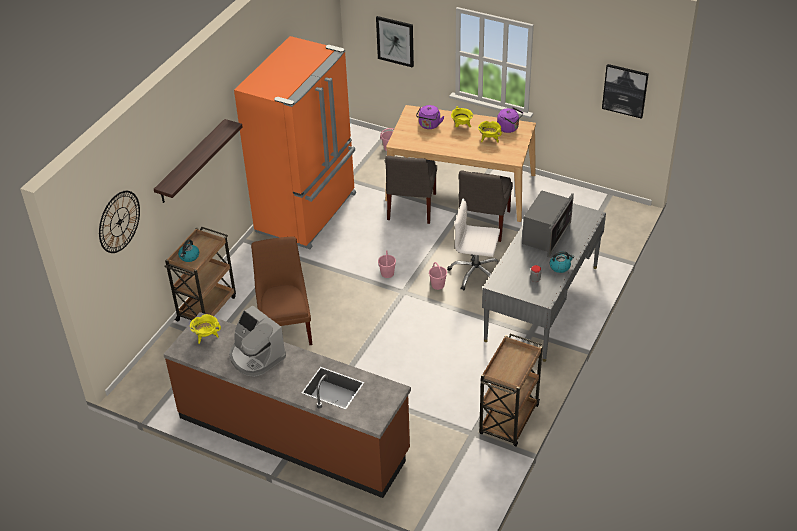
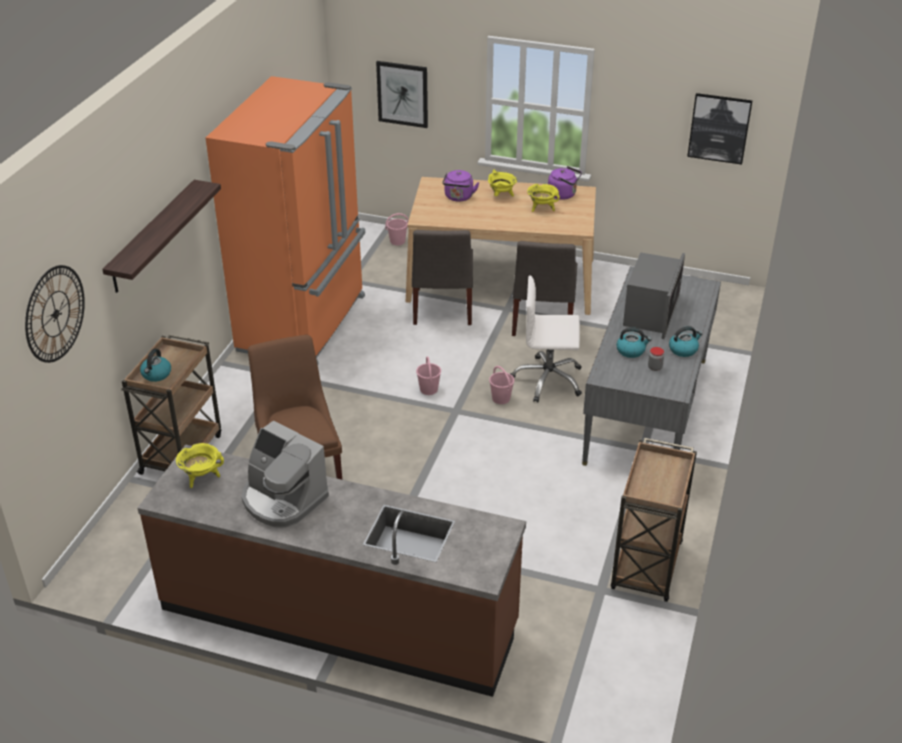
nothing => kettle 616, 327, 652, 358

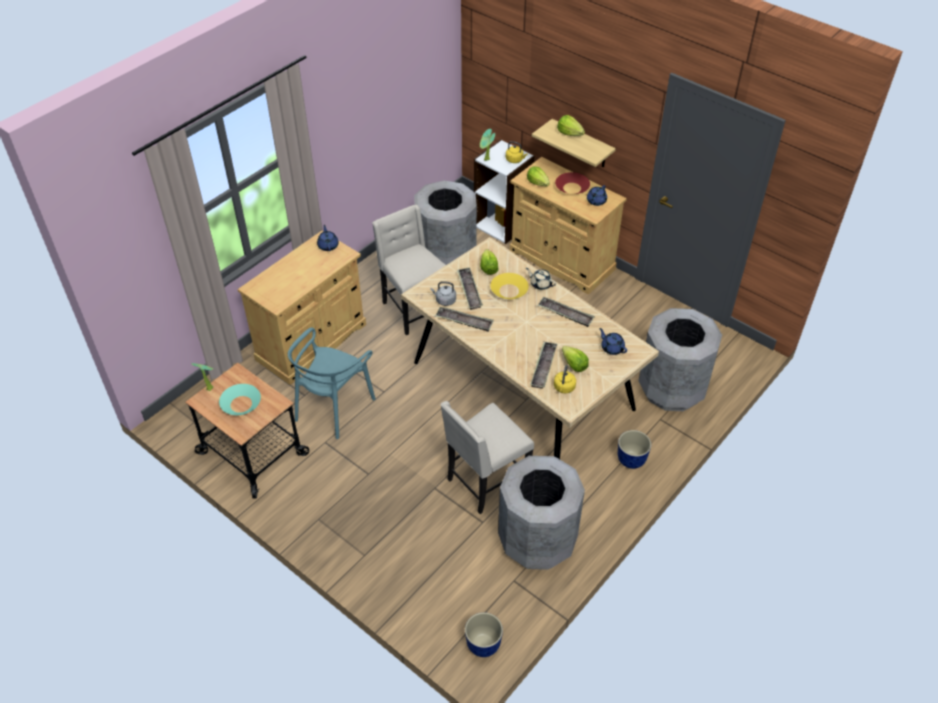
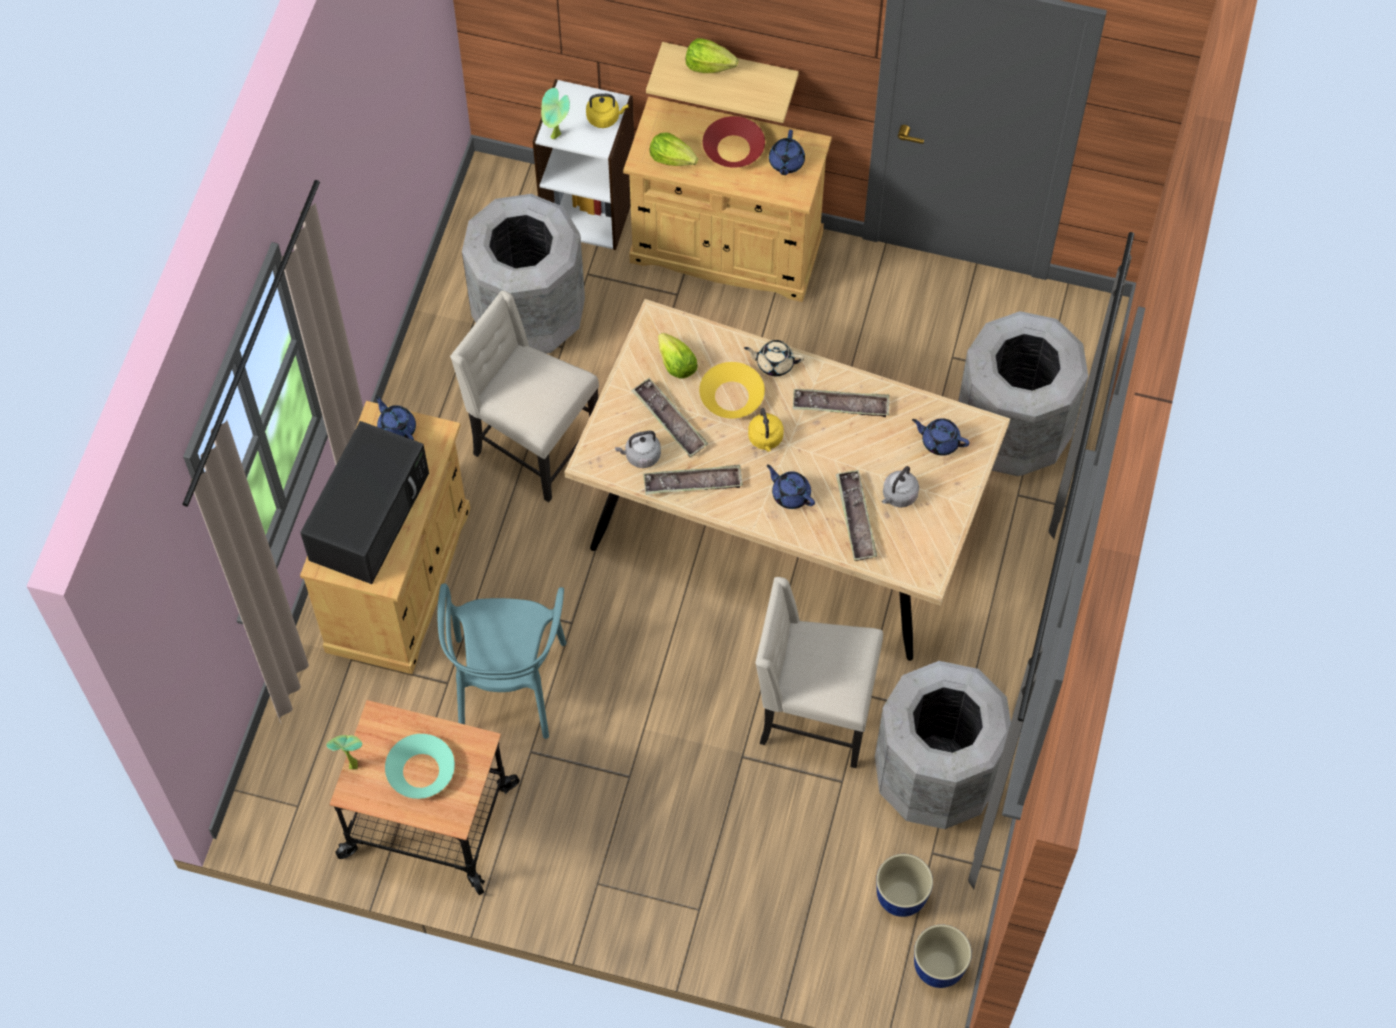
nothing => microwave (black) 300, 421, 429, 584
kettle (yellow-coloured) 554, 365, 576, 393 => kettle (yellow-coloured) 748, 408, 784, 452, move
plain chair (beige-coloured) 440, 401, 534, 514 => plain chair (beige-coloured) 755, 577, 883, 768, 75 degrees clockwise
nothing => tea pot (blue-coloured) 767, 464, 815, 509
flower pot 618, 430, 651, 469 => flower pot 876, 854, 933, 917, move
lettuce 562, 346, 589, 372 => kettle (grey) 882, 466, 919, 507

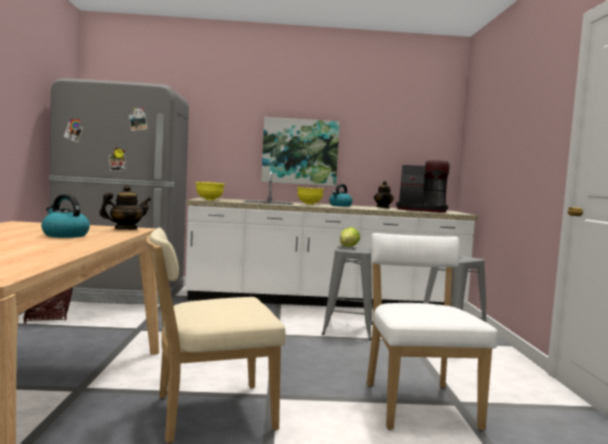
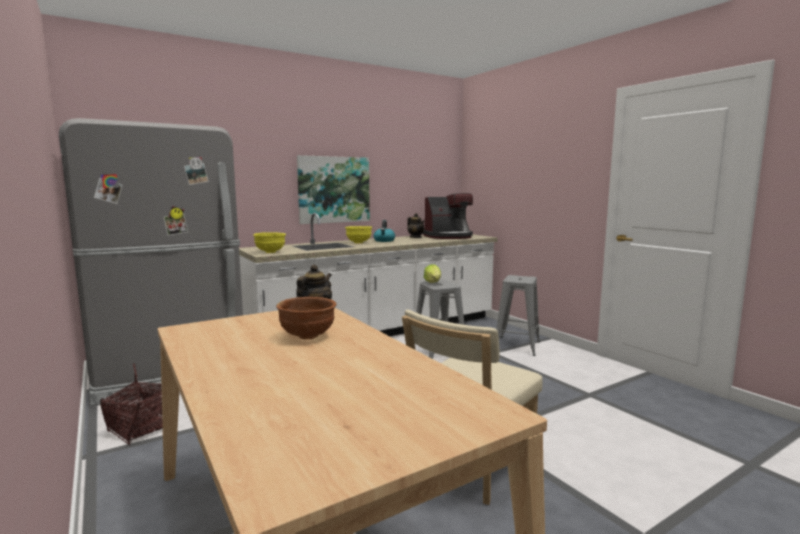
kettle 41, 194, 90, 238 => bowl (brown) 276, 297, 336, 340
plain chair (whitish) 367, 233, 498, 431 => nothing

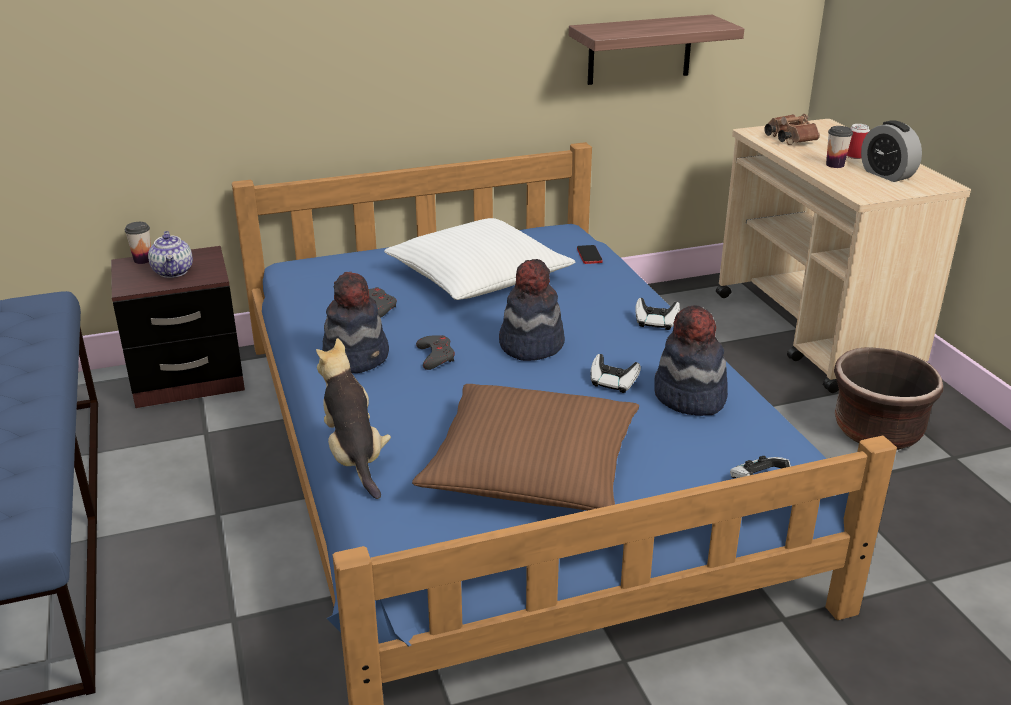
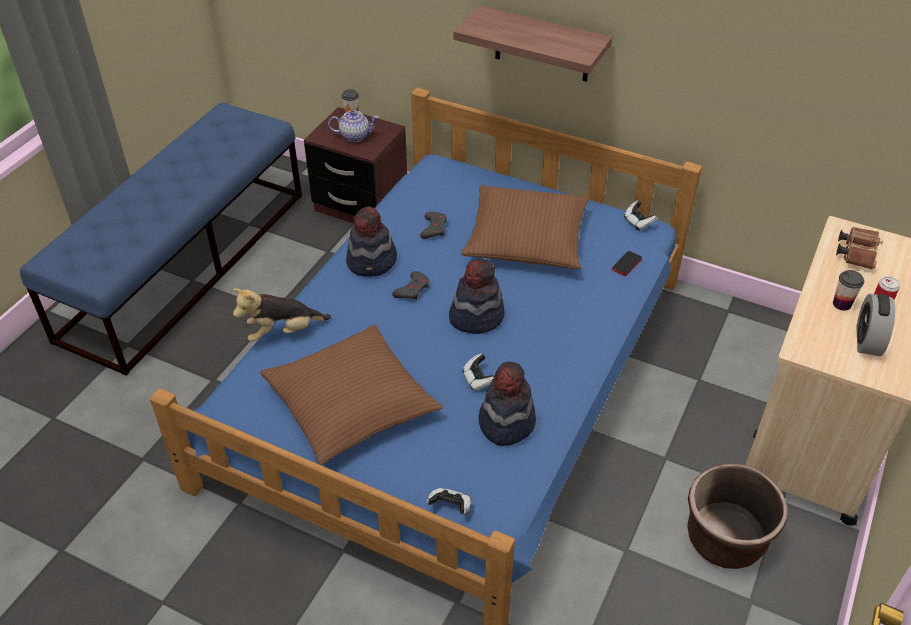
cuddly toy 316, 338, 391, 499 => cuddly toy 233, 288, 331, 342, 135 degrees counterclockwise
tea pot 148, 231, 193, 278 => tea pot 328, 110, 379, 142, 120 degrees counterclockwise
shelf 569, 15, 744, 85 => shelf 453, 5, 612, 82, move
pillow (whitish) 384, 218, 575, 300 => pillow (brown) 461, 185, 590, 269
game controller 635, 298, 680, 330 => game controller 624, 200, 657, 231, move

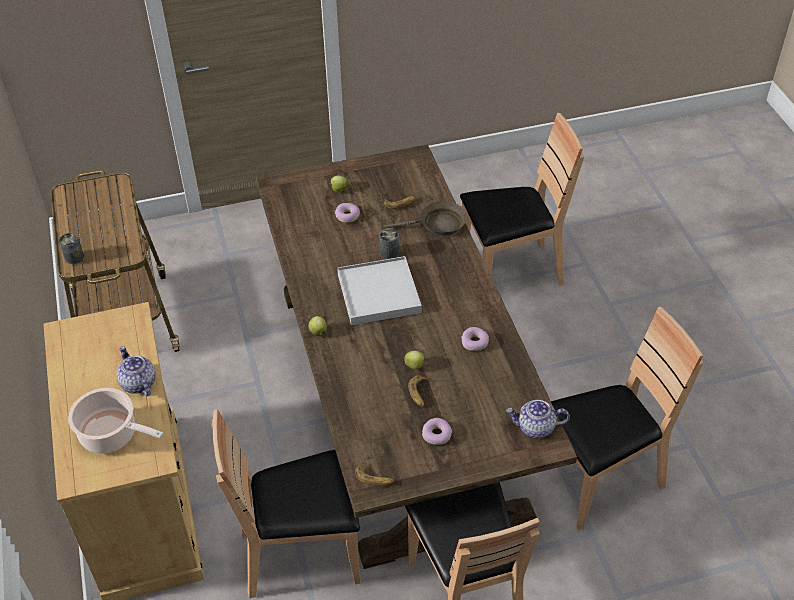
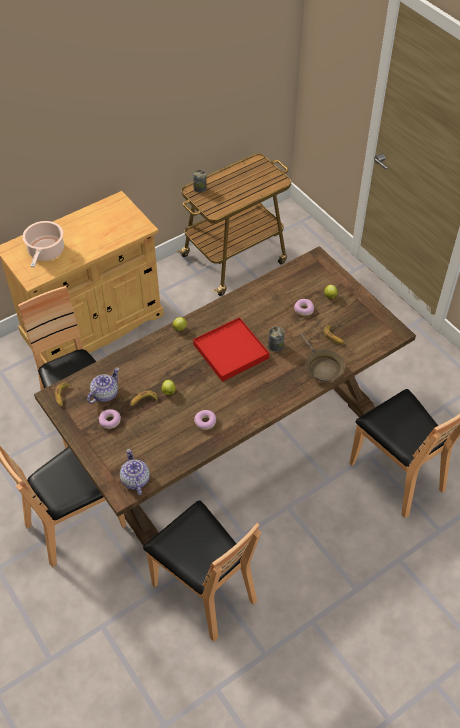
tea pot 117, 346, 156, 396 => tea pot 87, 368, 119, 404, move
carrying tray (whitish) 337, 256, 421, 325 => carrying tray (red-coloured) 193, 317, 269, 382

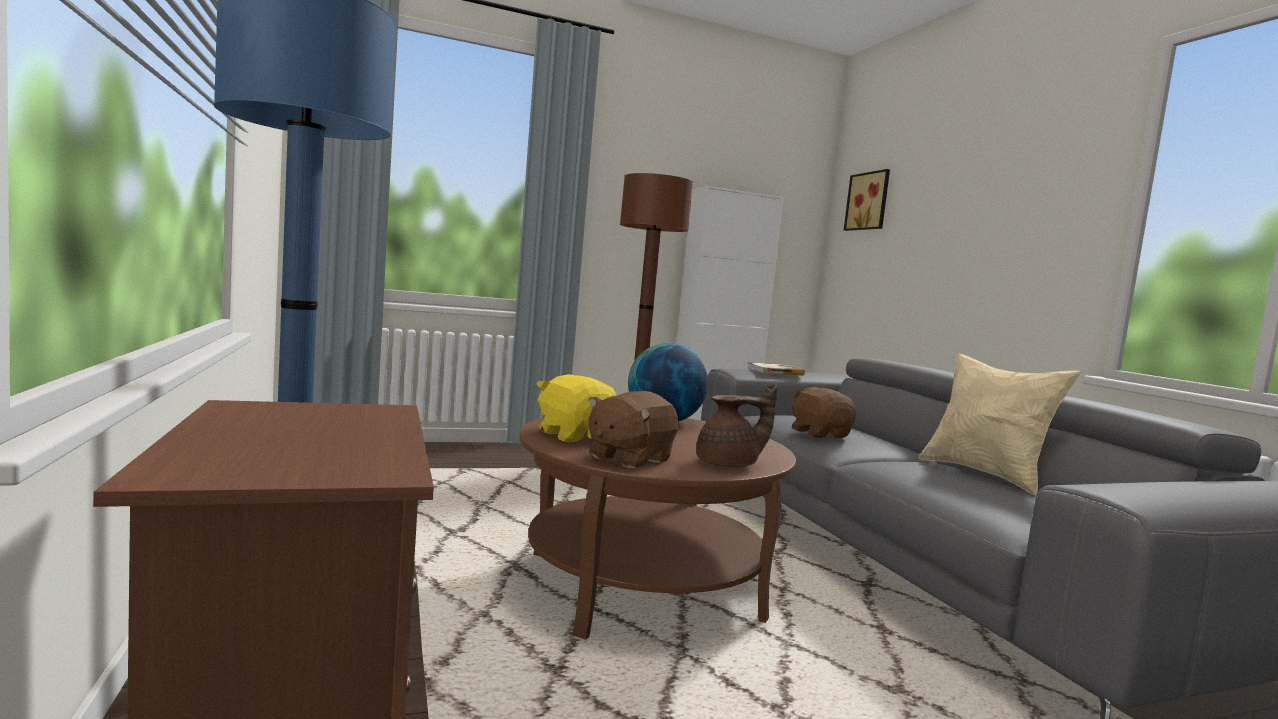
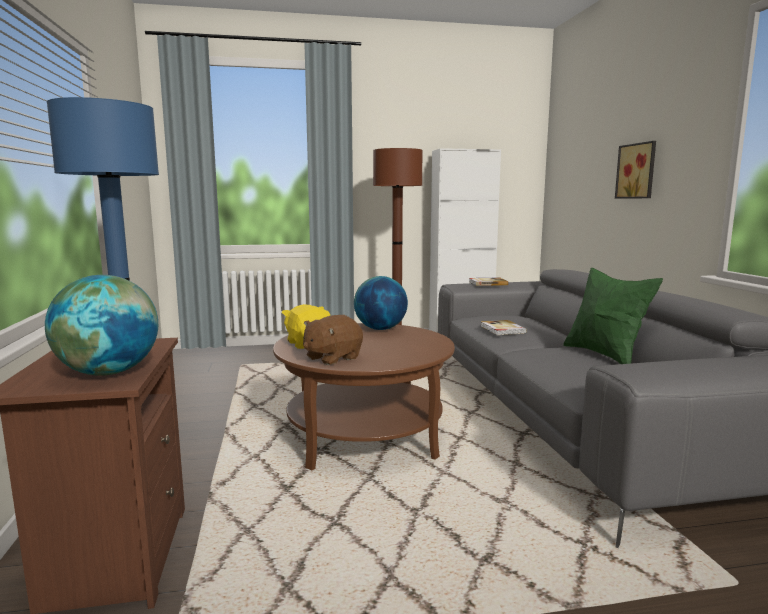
nothing => world globe 45, 275, 158, 376
cuddly toy (brown) 791, 387, 856, 438 => book 481, 320, 527, 335
pillow (beige-coloured) 919, 353, 1081, 495 => pillow (greenish) 563, 268, 663, 364
wall picture 844, 169, 890, 231 => wall picture 615, 141, 656, 198, move
tea pot (brown) 696, 384, 777, 468 => nothing

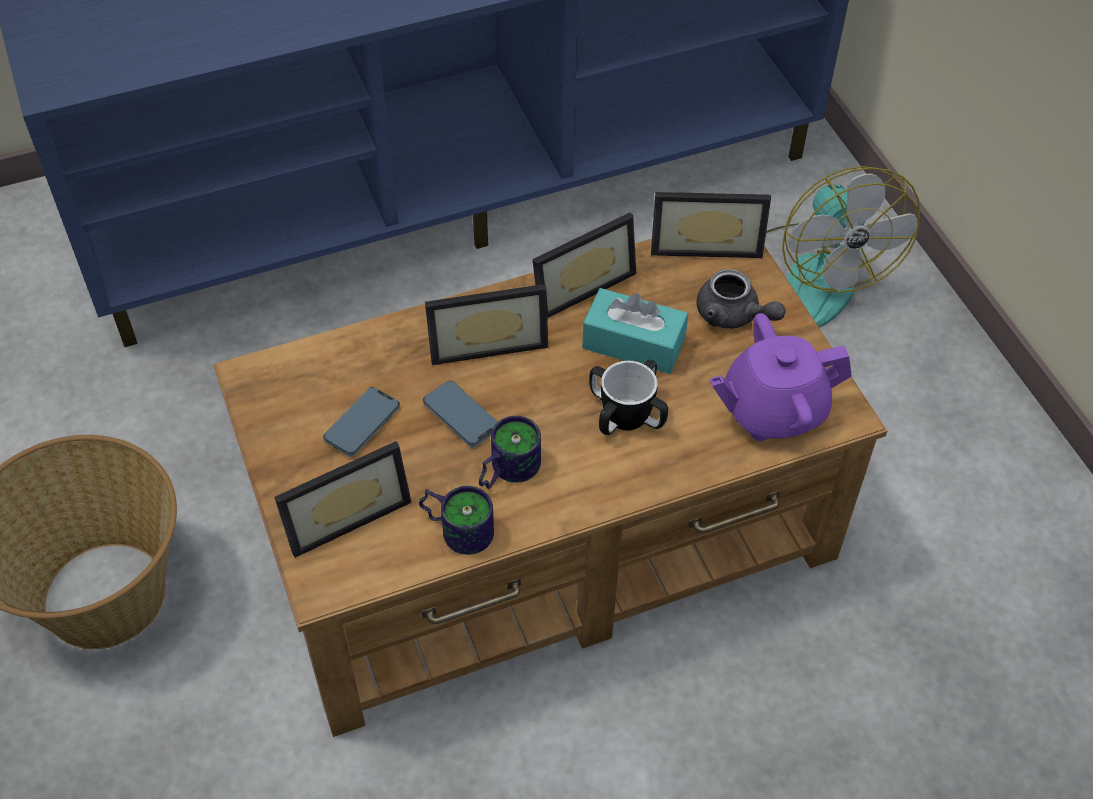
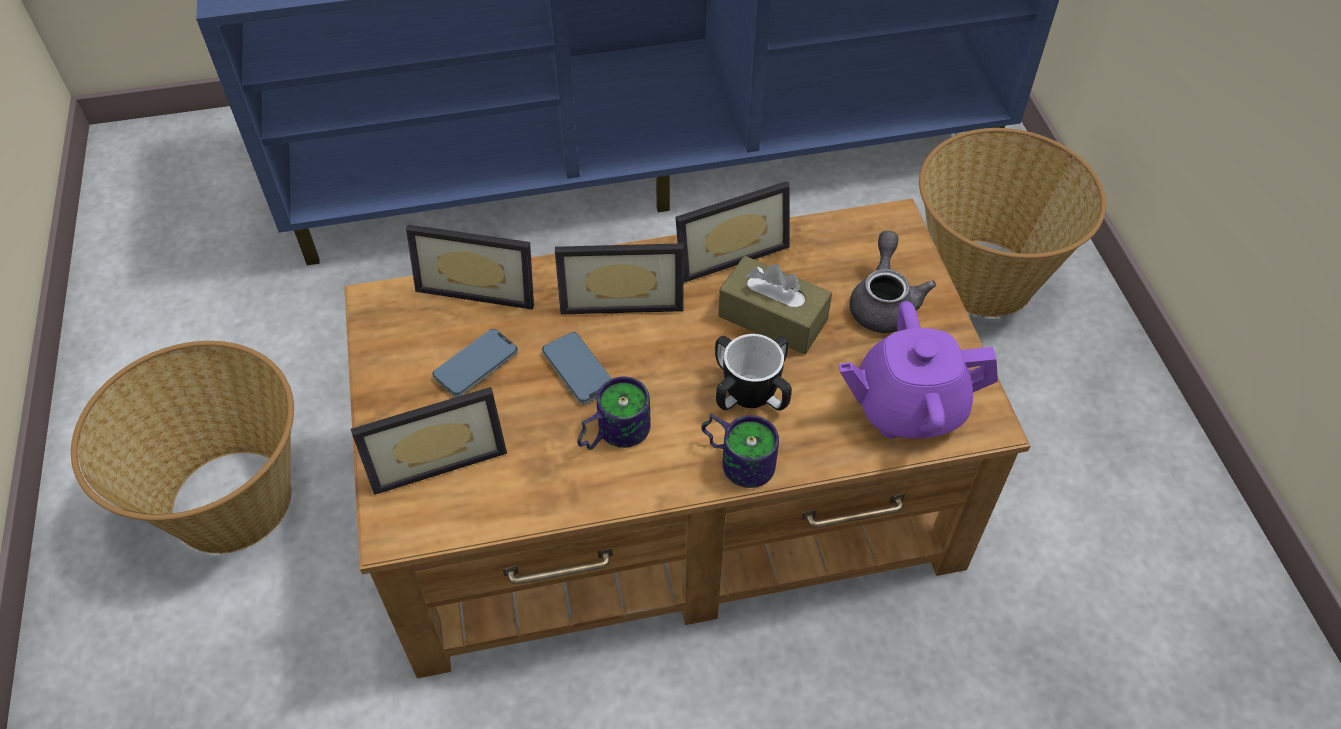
standing frame 651, 192, 771, 258 => standing frame 406, 224, 534, 310, move
mug 419, 486, 494, 555 => mug 701, 413, 779, 488, move
tissue holder (turquoise-coloured) 582, 288, 688, 374 => tissue holder (brown) 718, 256, 832, 354
tea pot (grey) 696, 269, 786, 329 => tea pot (grey) 849, 231, 936, 333, 135 degrees counterclockwise
fan 766, 166, 920, 327 => household basket 919, 128, 1106, 317

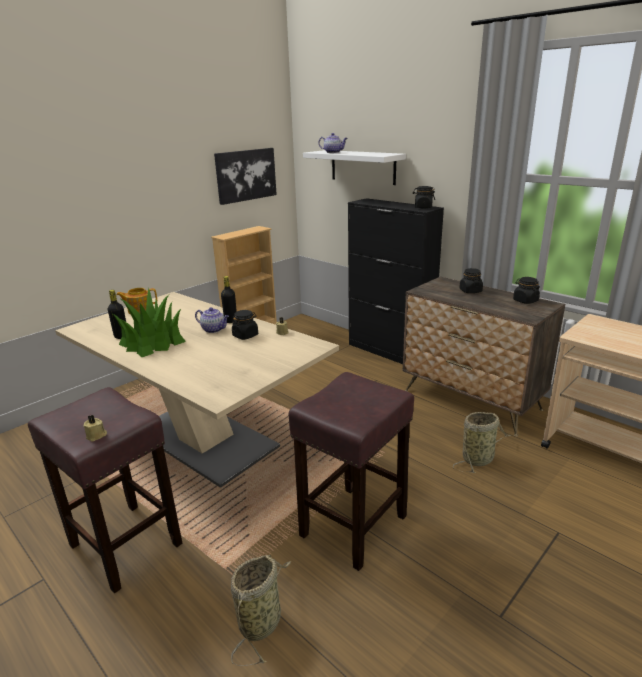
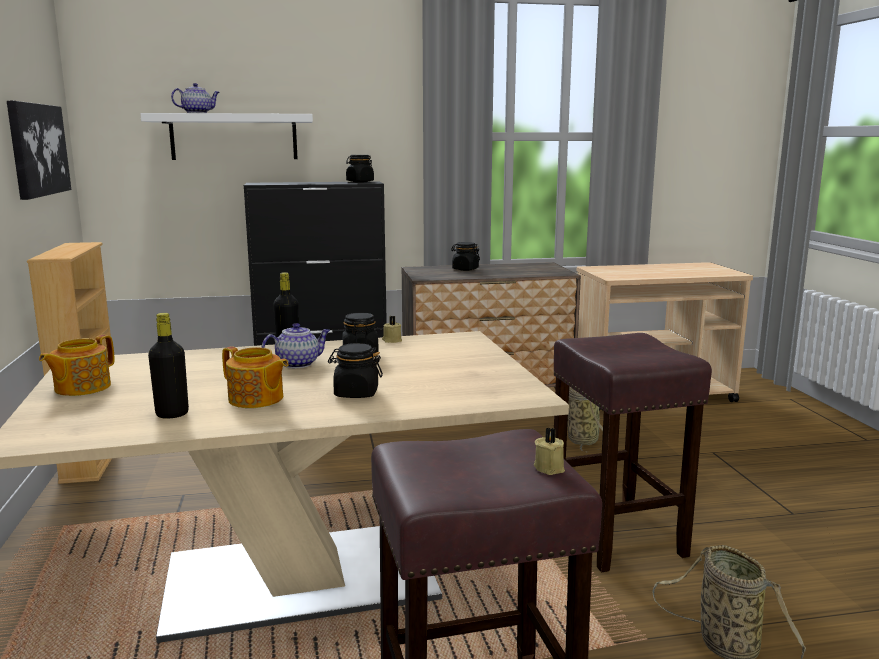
plant in a pot 113, 288, 186, 357 => tea pot 222, 346, 289, 408
preserve jar (black) 513, 277, 540, 304 => preserve jar (black) 328, 343, 383, 398, move

